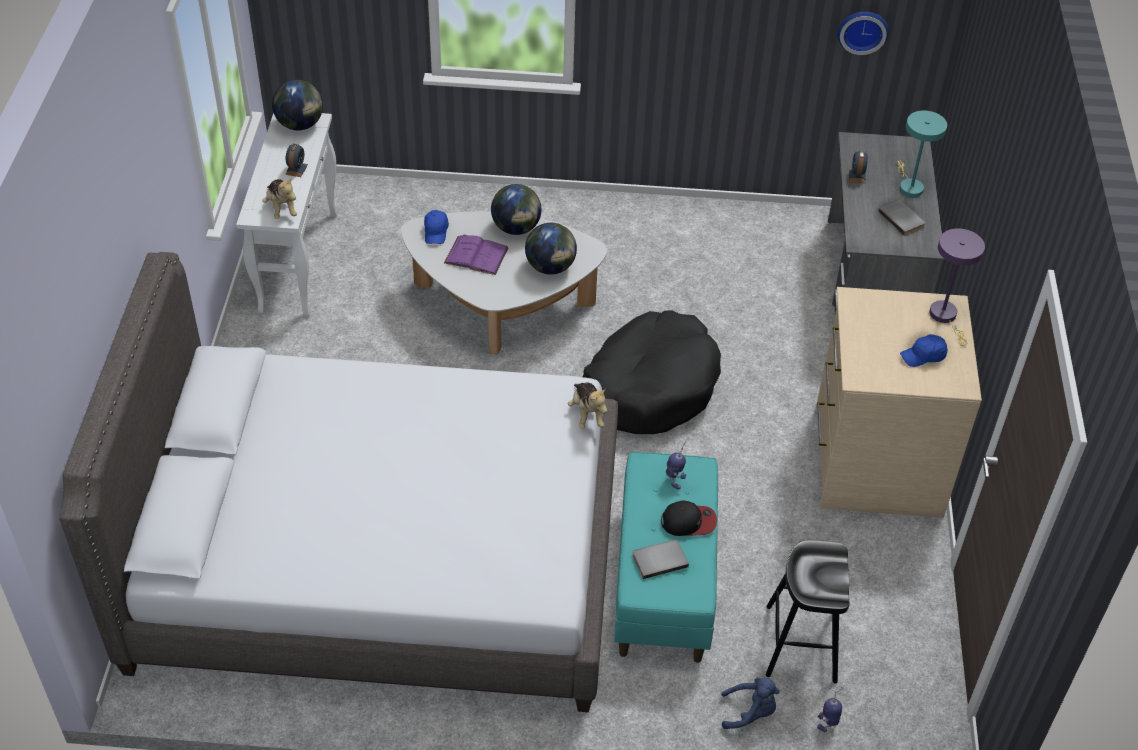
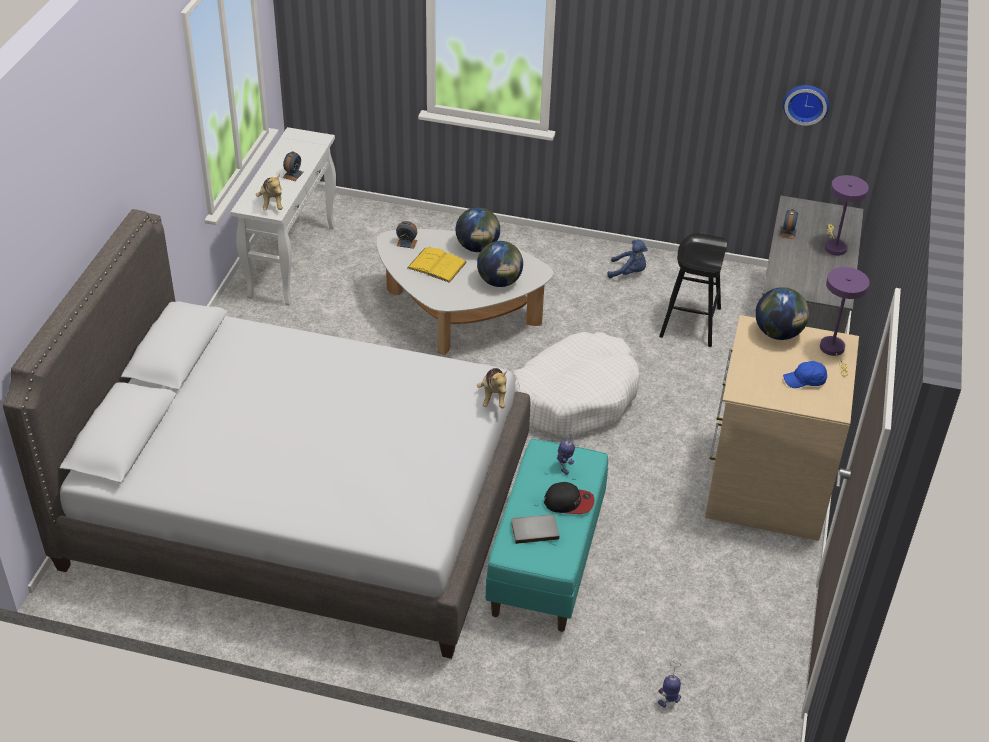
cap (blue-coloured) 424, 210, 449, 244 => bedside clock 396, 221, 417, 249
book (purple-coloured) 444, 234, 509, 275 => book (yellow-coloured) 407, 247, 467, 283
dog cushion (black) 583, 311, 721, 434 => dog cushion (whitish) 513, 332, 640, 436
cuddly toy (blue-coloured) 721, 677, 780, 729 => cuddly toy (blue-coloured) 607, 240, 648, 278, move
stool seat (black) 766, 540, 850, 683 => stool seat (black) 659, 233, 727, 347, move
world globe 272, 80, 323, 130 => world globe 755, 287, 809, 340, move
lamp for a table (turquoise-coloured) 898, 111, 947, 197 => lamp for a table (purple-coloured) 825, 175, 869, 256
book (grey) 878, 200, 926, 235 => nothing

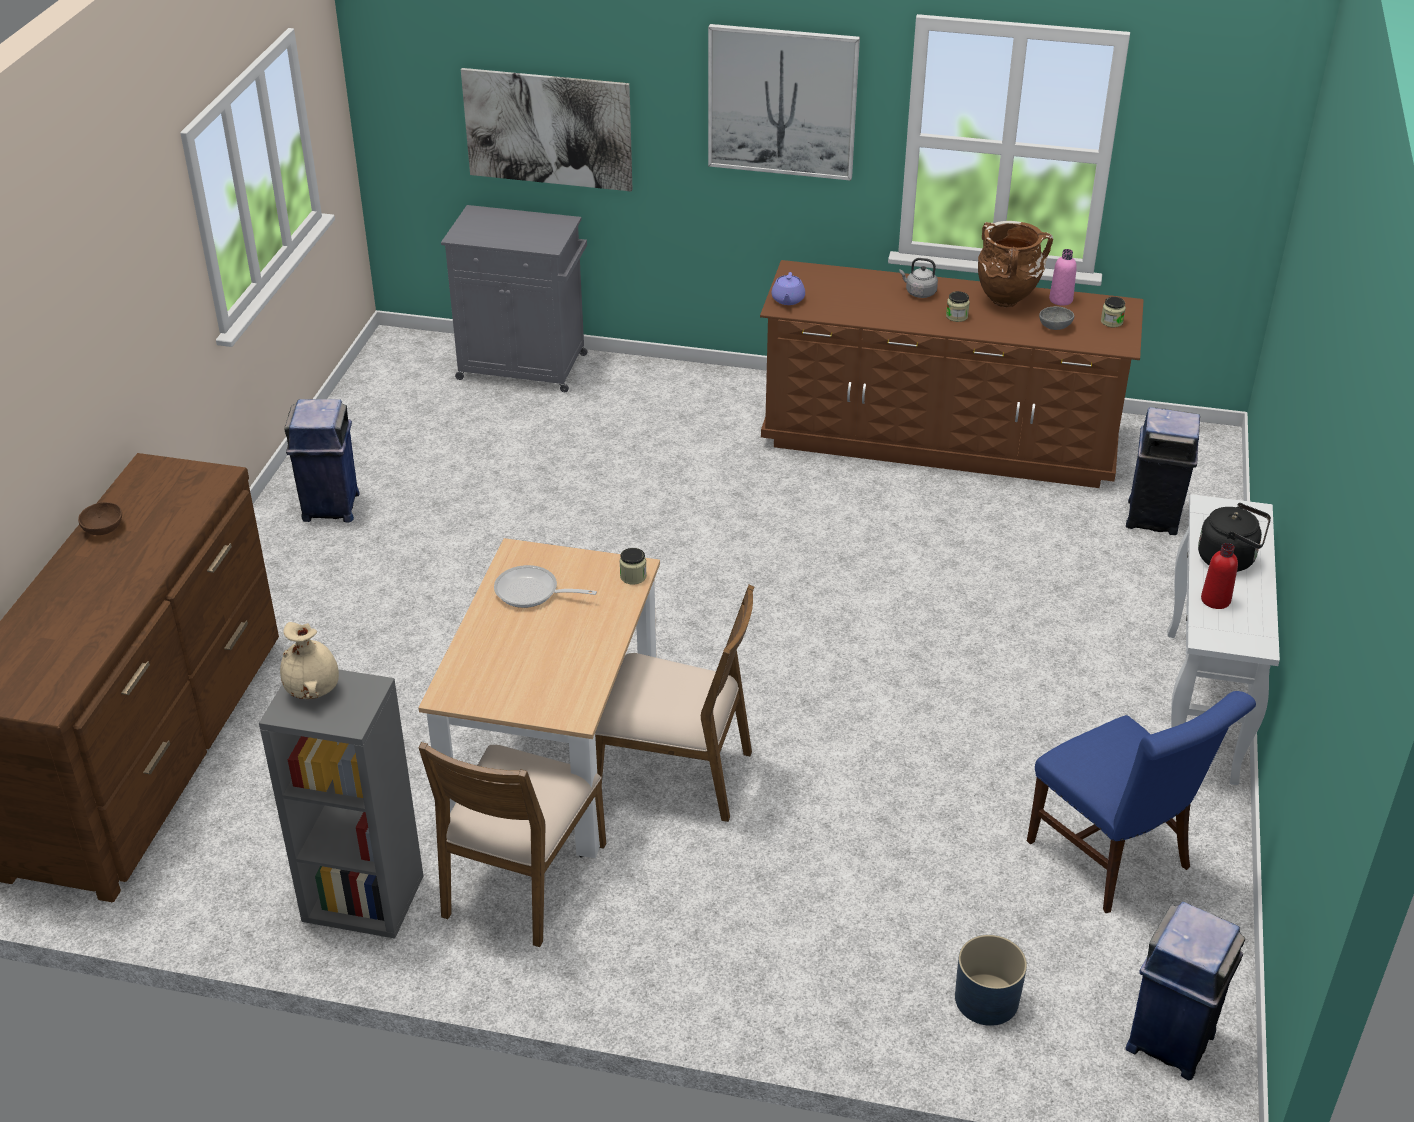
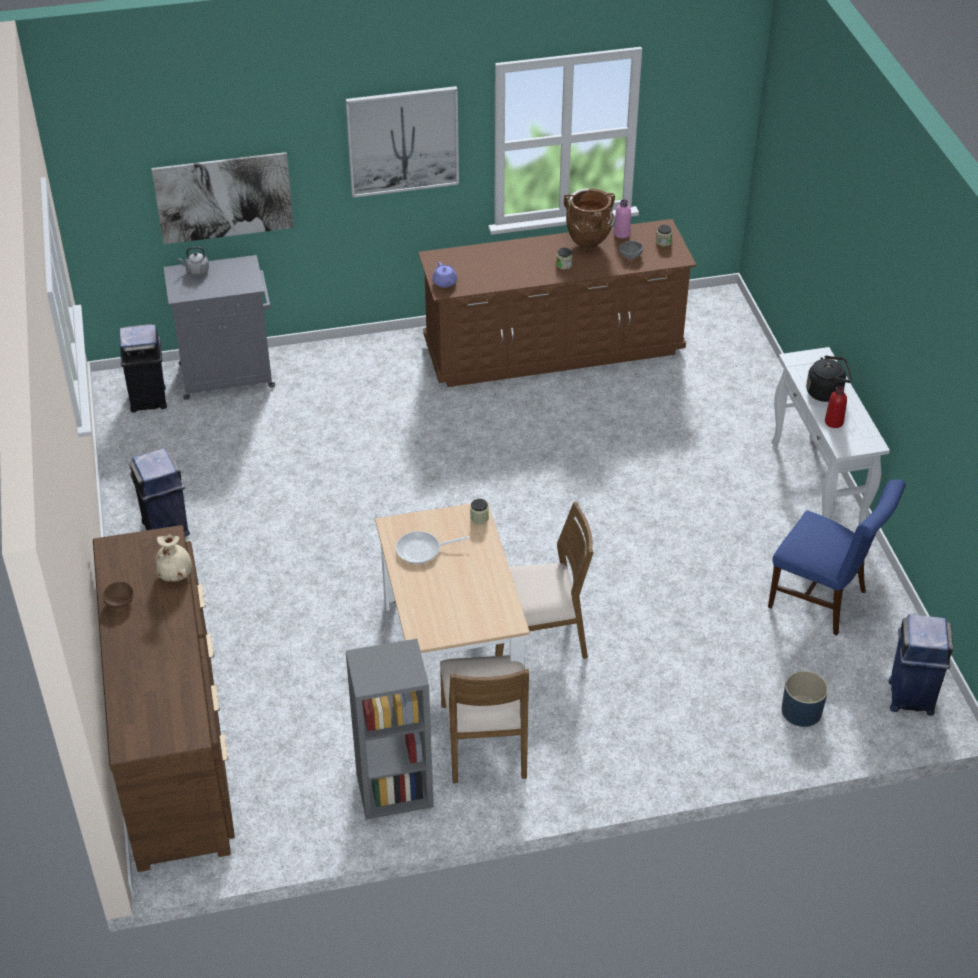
rubbish bin (blue-coloured) 1126, 407, 1200, 535 => rubbish bin (blue-coloured) 119, 324, 167, 412, move
flower vase (beige-coloured) 280, 622, 339, 699 => flower vase (beige-coloured) 154, 534, 192, 582, move
kettle (grey) 899, 258, 938, 298 => kettle (grey) 178, 247, 209, 275, move

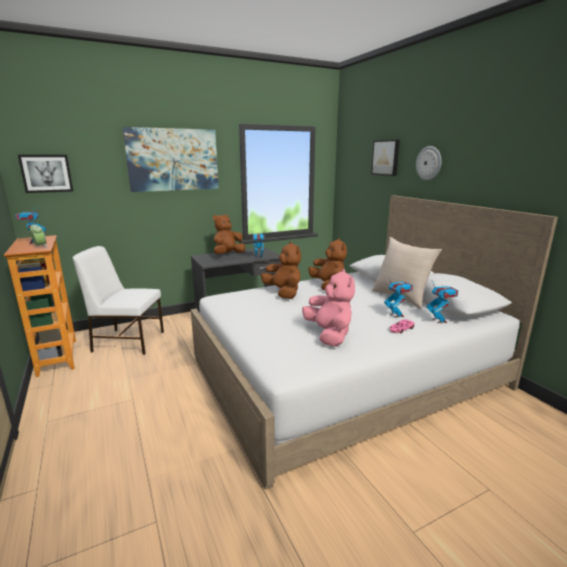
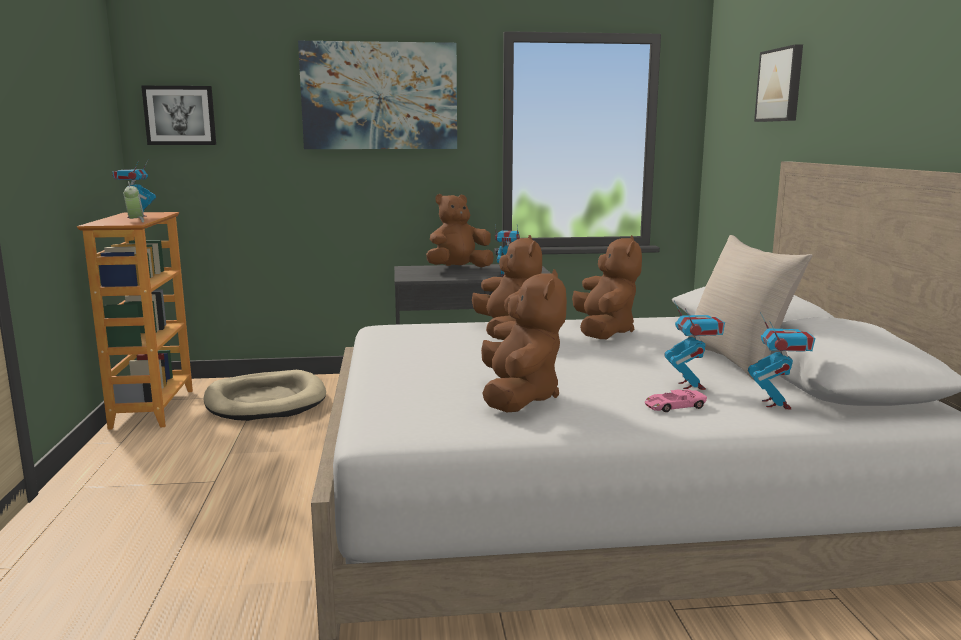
plain chair (whitish) 73, 246, 164, 355 => dog cushion (beige-coloured) 203, 370, 326, 421
cuddly toy (pink) 302, 269, 355, 347 => cuddly toy (brown) 481, 269, 567, 412
wall clock 416, 146, 441, 180 => nothing

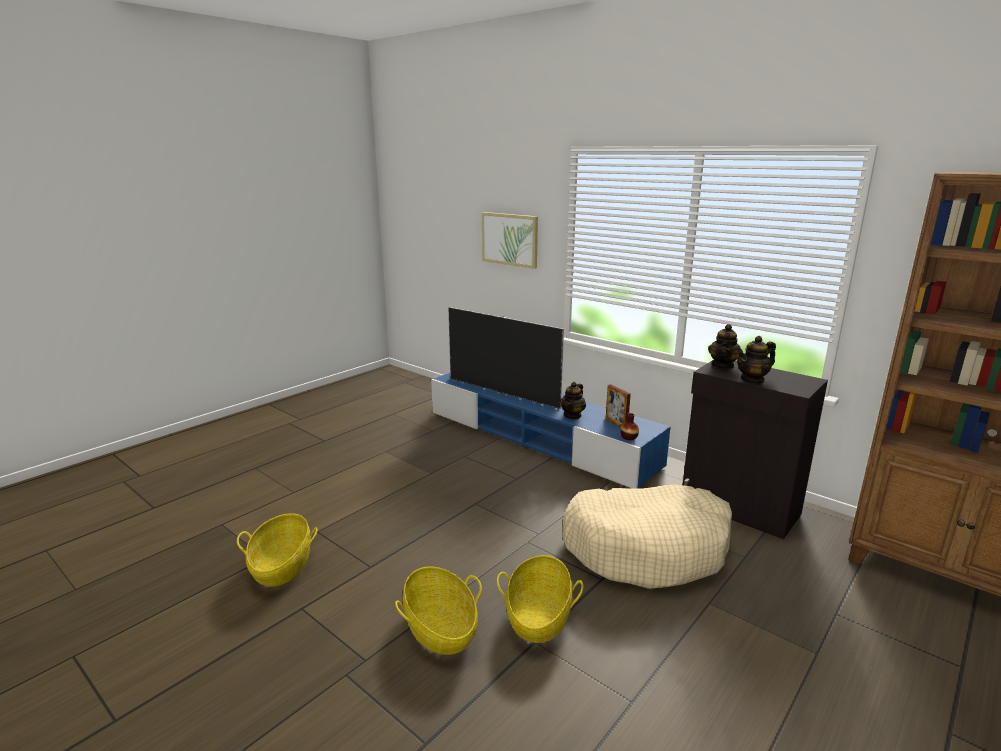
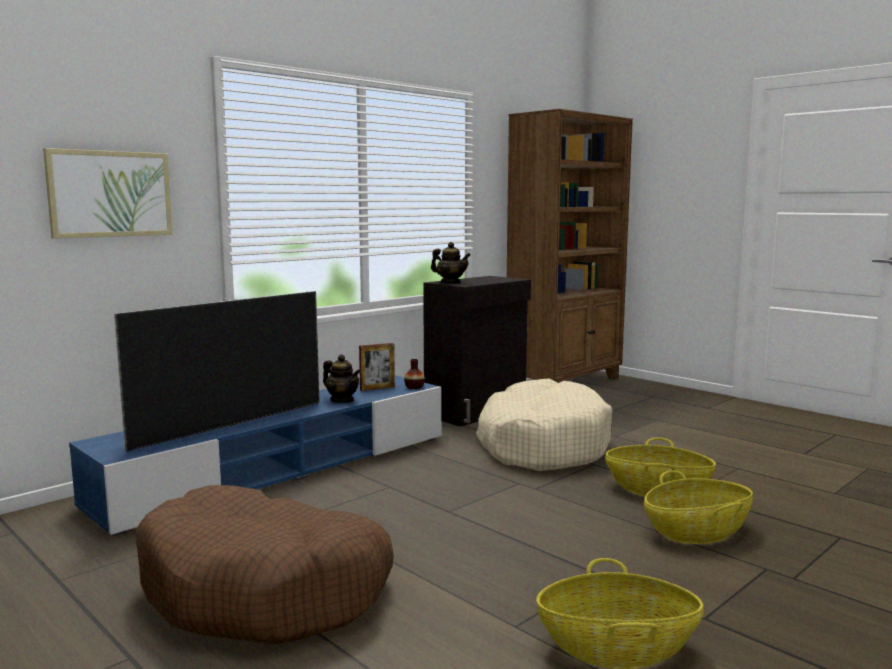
nothing => dog cushion (brown) 135, 485, 394, 644
tea pot 737, 336, 776, 384 => nothing

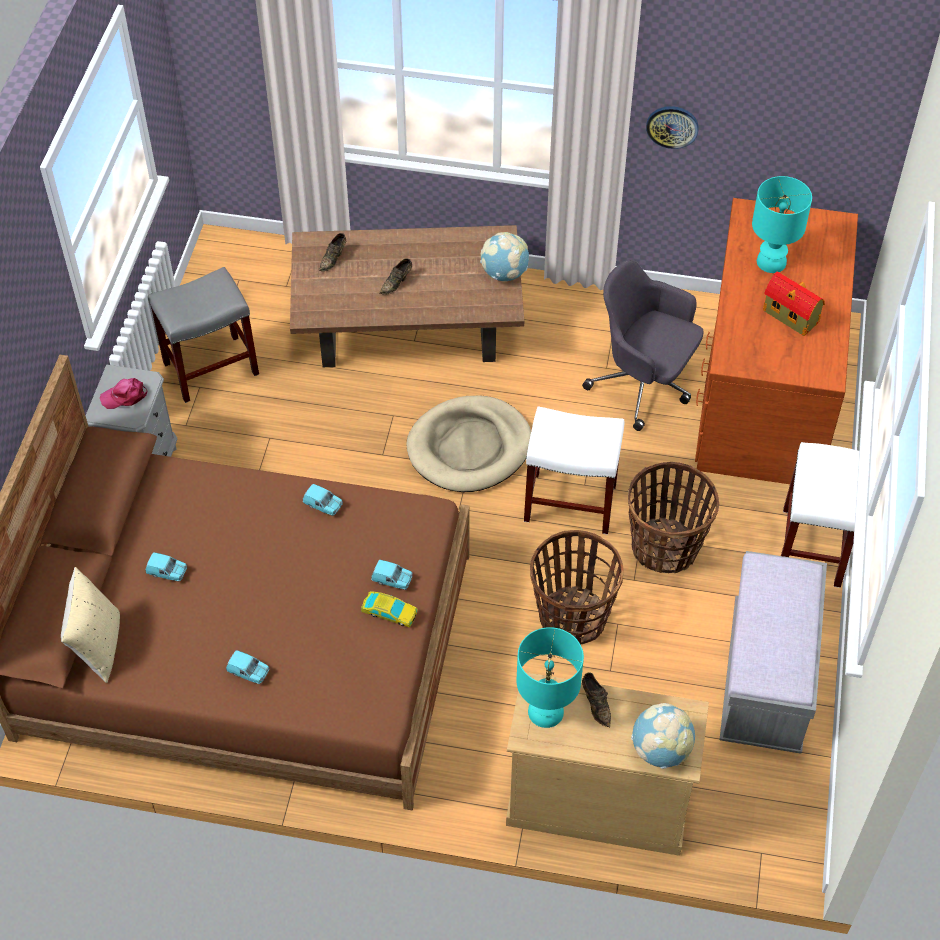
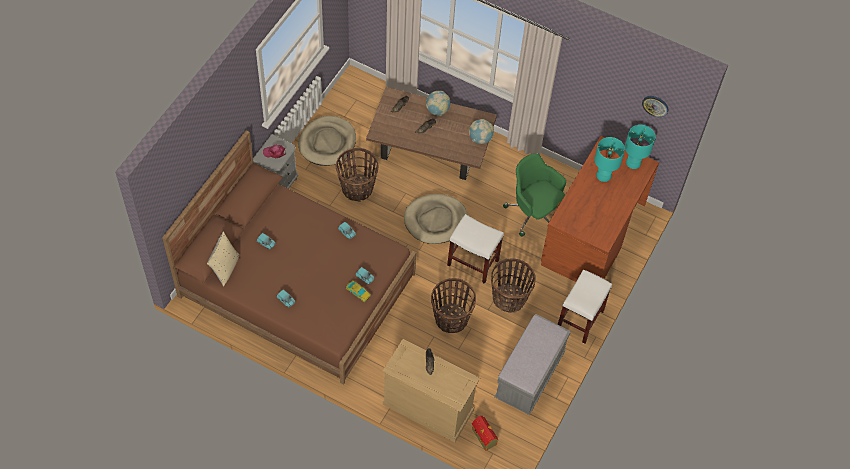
stool seat (grey) 148, 267, 259, 403 => dog cushion (beige-coloured) 298, 116, 356, 166
nothing => household basket 336, 148, 378, 202
world globe 631, 703, 695, 769 => world globe 426, 91, 450, 116, move
miniature house 763, 271, 825, 336 => miniature house 472, 416, 498, 451, move
computer chair (grey) 582, 259, 703, 431 => computer chair (greenish) 503, 153, 566, 237
lamp for a table (turquoise-coloured) 517, 627, 584, 728 => lamp for a table (turquoise-coloured) 625, 125, 655, 169, move
wall clock 646, 106, 699, 149 => wall clock 642, 96, 668, 117, move

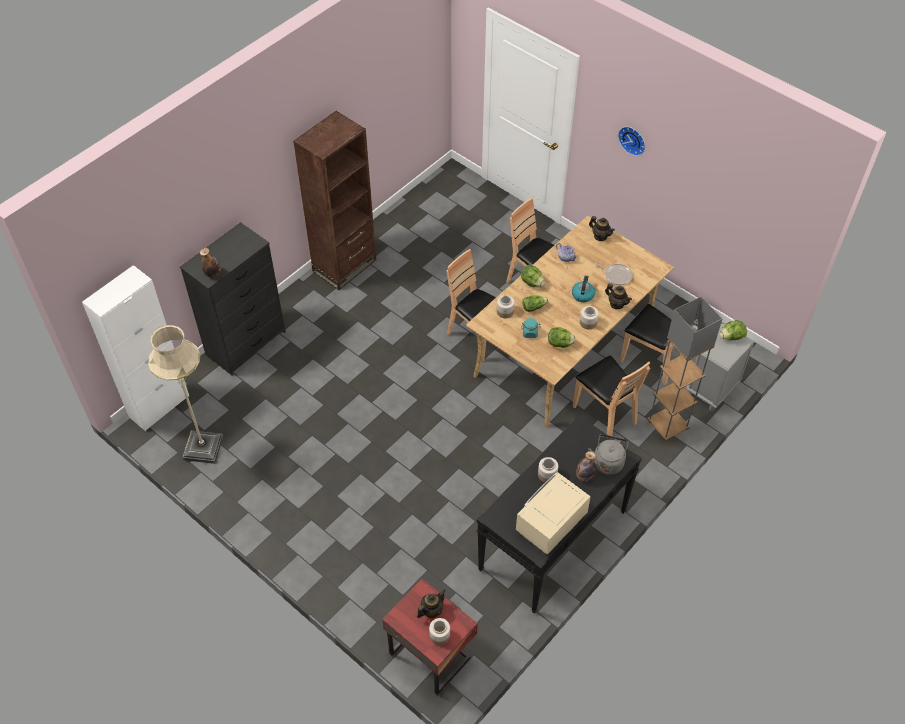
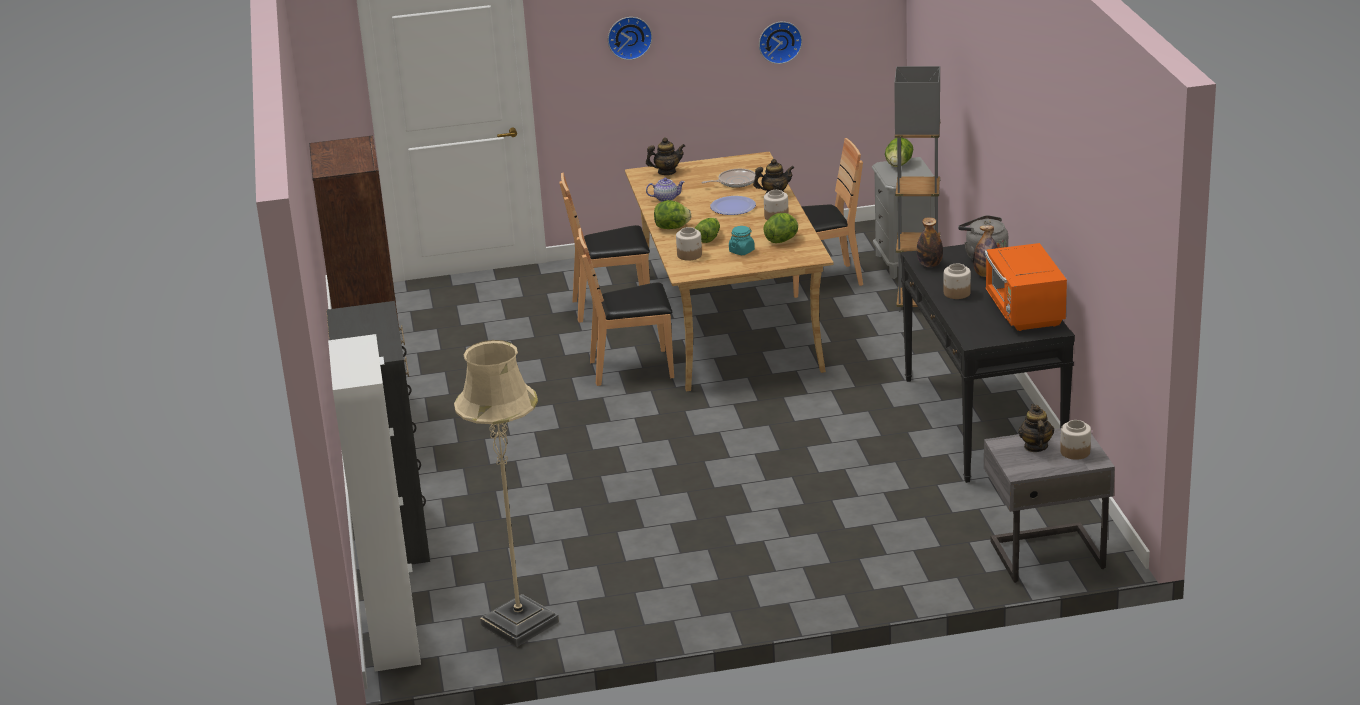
kettle 572, 275, 595, 302 => plate 710, 196, 756, 215
nothing => wall clock 759, 21, 802, 64
drink bottle 200, 248, 221, 278 => drink bottle 917, 217, 943, 267, move
night table (red-coloured) 382, 579, 478, 695 => night table (grey) 984, 428, 1115, 583
microwave (beige-coloured) 516, 472, 591, 555 => microwave (orangey) 985, 243, 1067, 331
plain chair (brown) 573, 355, 650, 436 => nothing

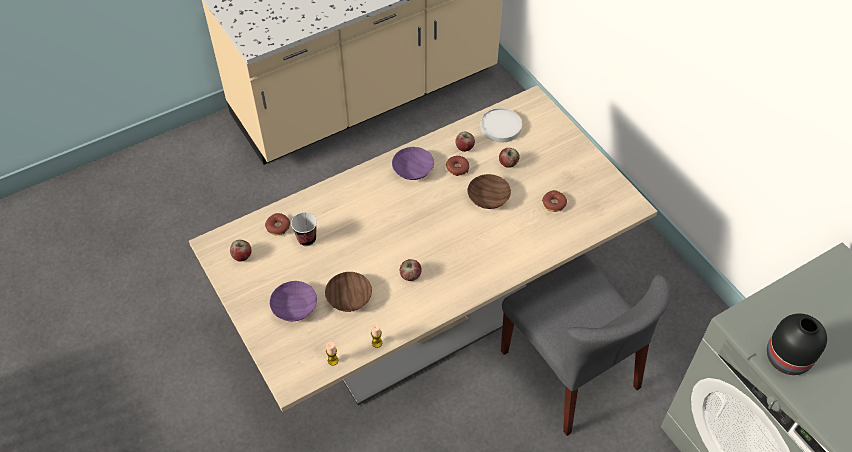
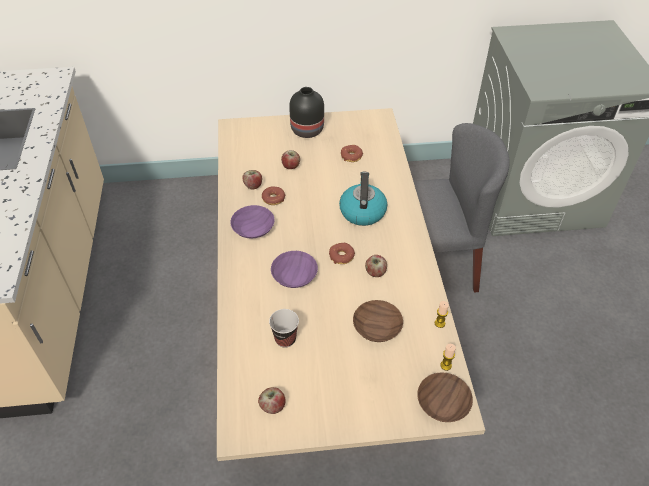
bowl (purple-coloured) 270, 281, 317, 321 => bowl (purple-coloured) 271, 251, 318, 288, move
flower vase (black) 767, 314, 827, 375 => flower vase (black) 289, 87, 324, 138, move
ring doughnut 265, 213, 290, 235 => ring doughnut 329, 243, 355, 264, move
nothing => kettle 339, 172, 387, 226
bowl (brown) 467, 174, 511, 209 => bowl (brown) 417, 372, 473, 422, move
plate (whitish) 480, 108, 522, 142 => nothing

